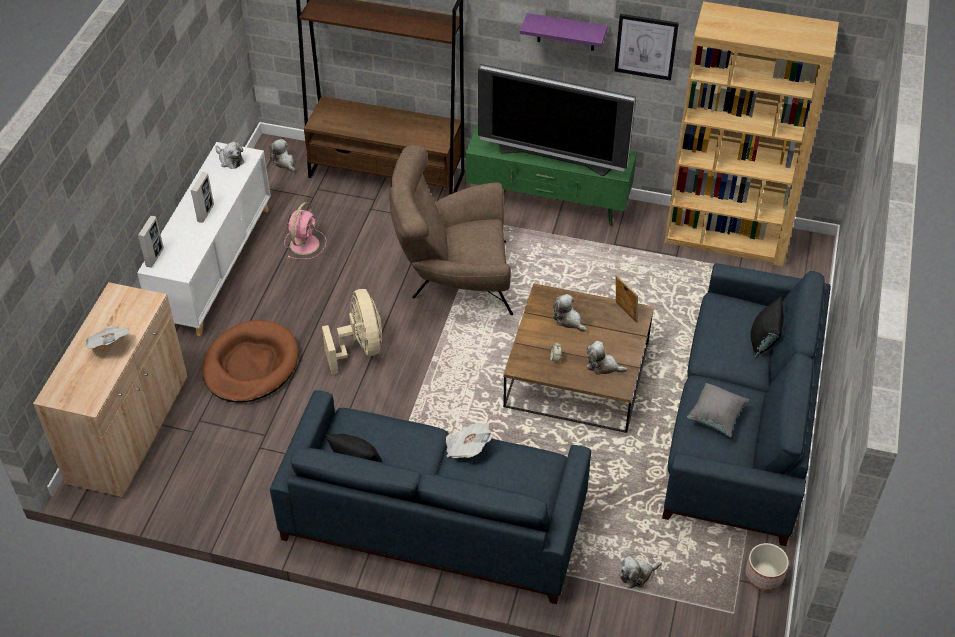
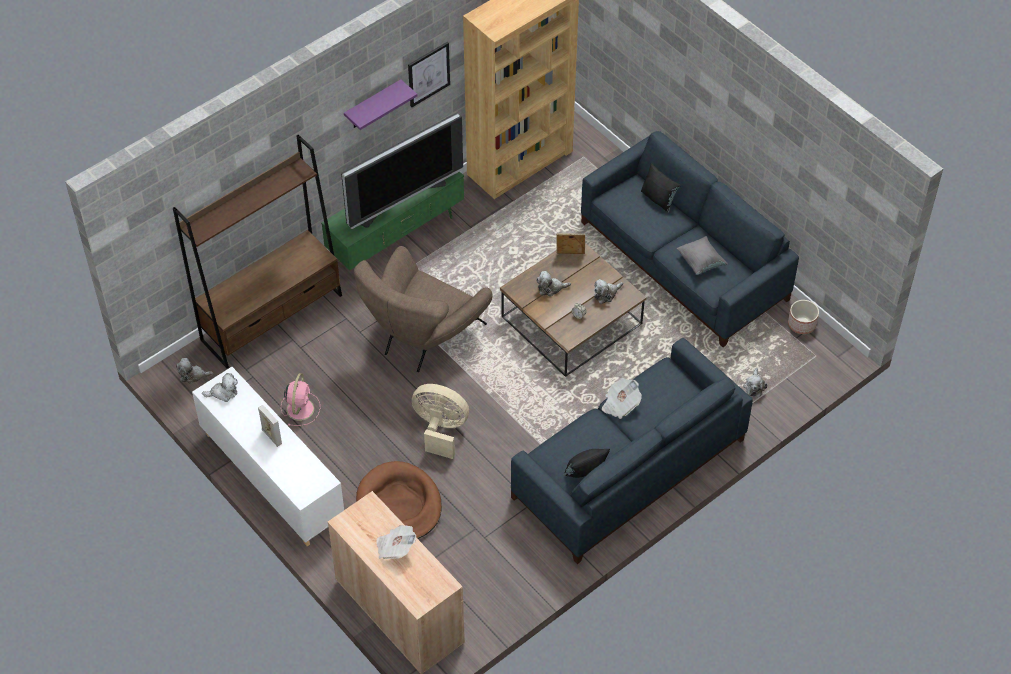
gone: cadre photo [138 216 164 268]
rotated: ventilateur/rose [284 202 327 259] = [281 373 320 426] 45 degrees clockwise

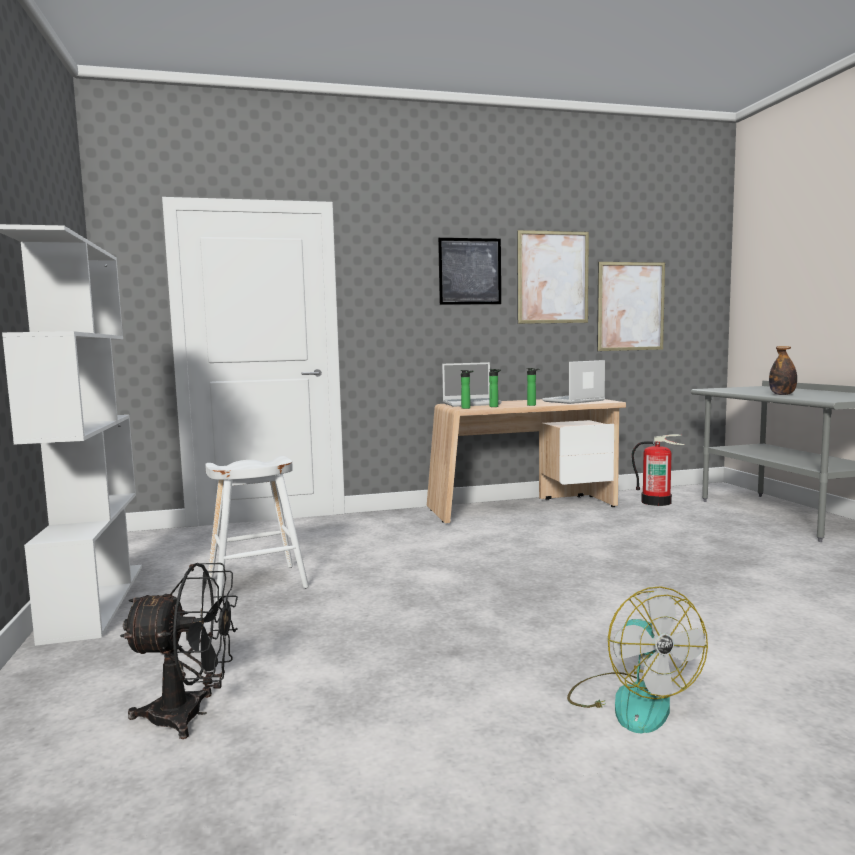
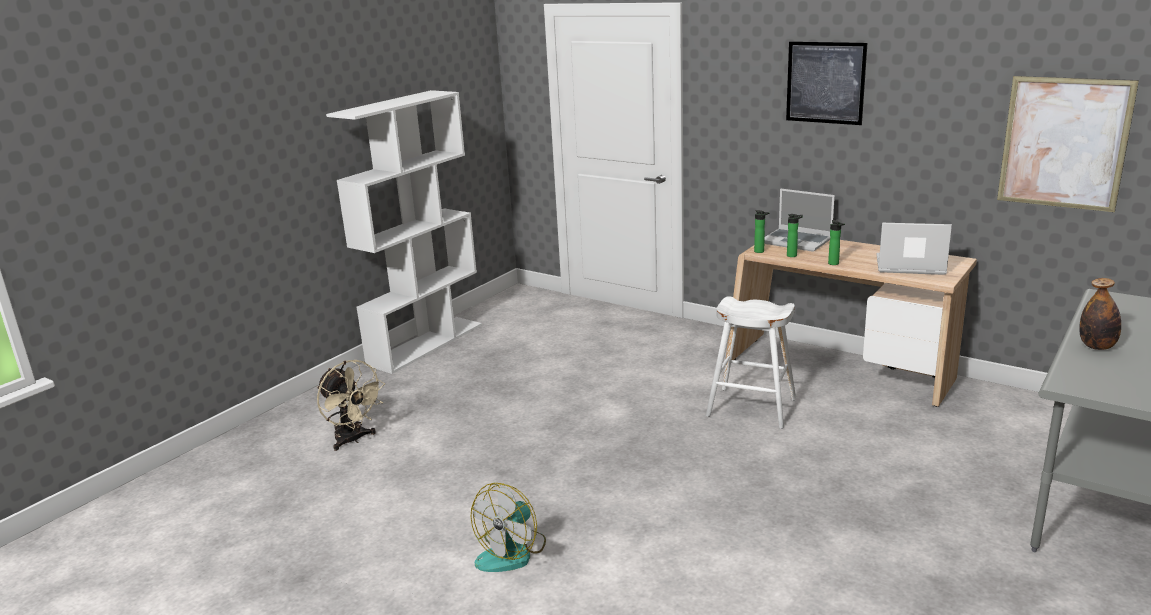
gone: tableau [517 230 589 324]; extincteur [631 434 685 506]
shifted: tabouret/blanc [205 456 309 603] to [706 296 796 429]
repainted: ventilateur/noir [120 563 238 739] to ventilateur/beige [317 360 385 451]

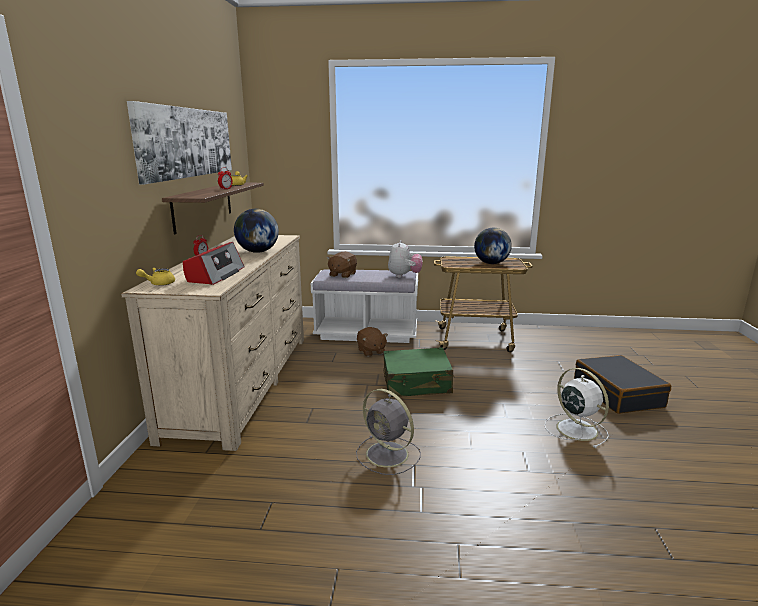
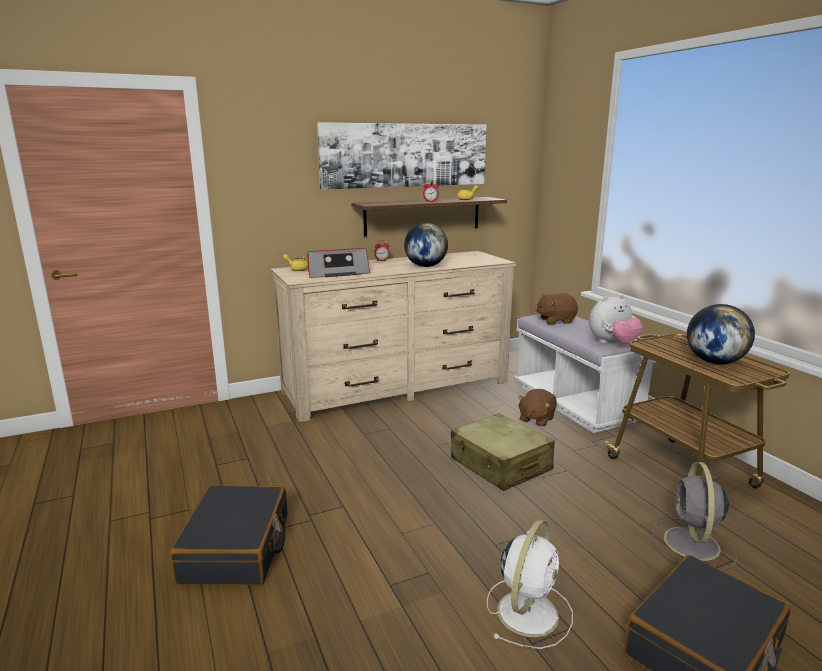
new: valise/noir [169 485 287 585]
shifted: ventilateur/gris [356 389 421 475] to [652 462 737 570]
repainted: valise/vert [383 347 454 397] to valise/beige [451 413 555 491]

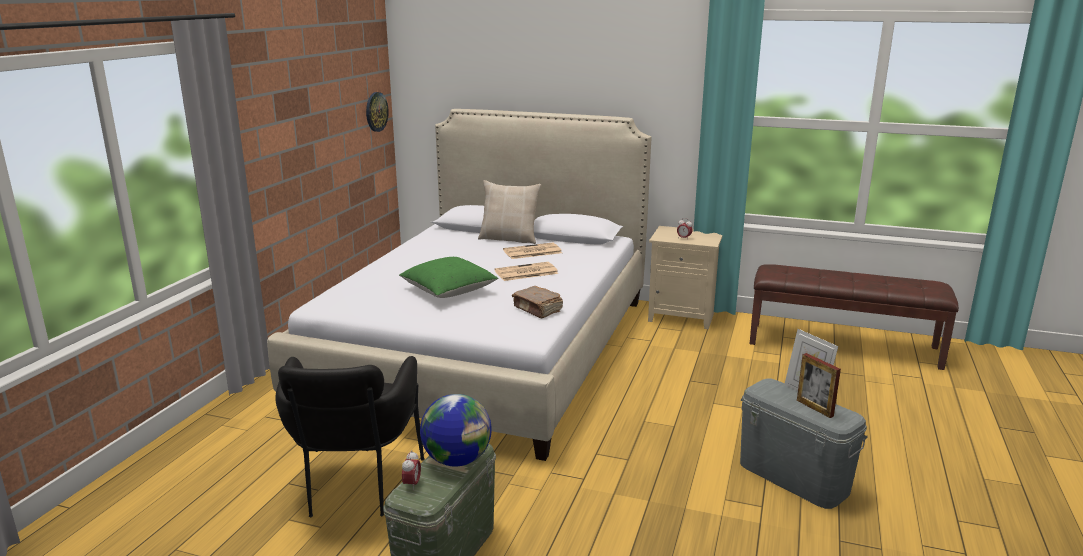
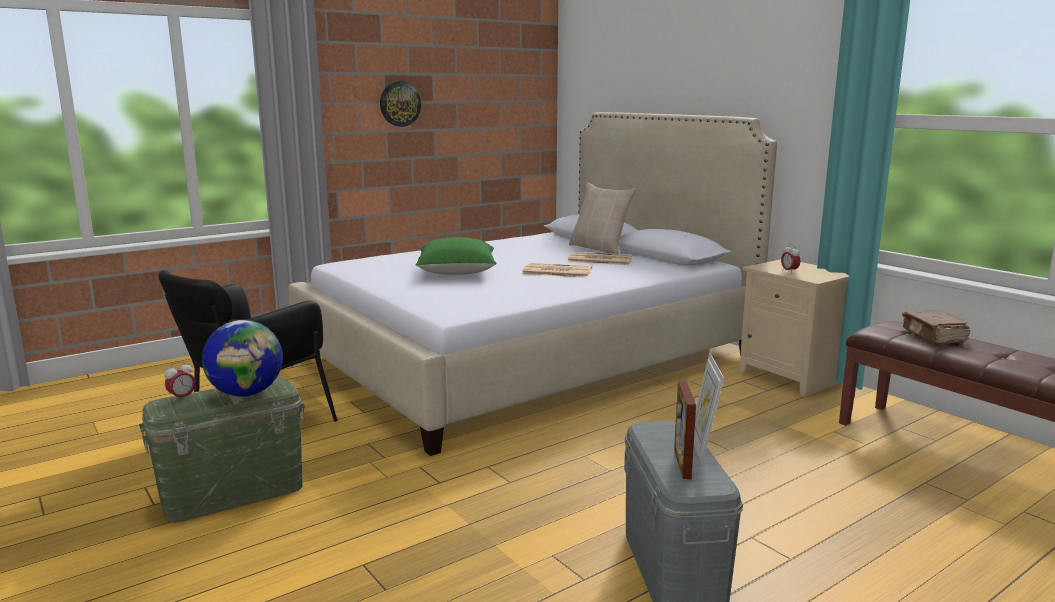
shifted: horloge murale [366 92 389 132] to [380 81 421 127]; livre/marron [512 286 563 318] to [902 310 970 345]

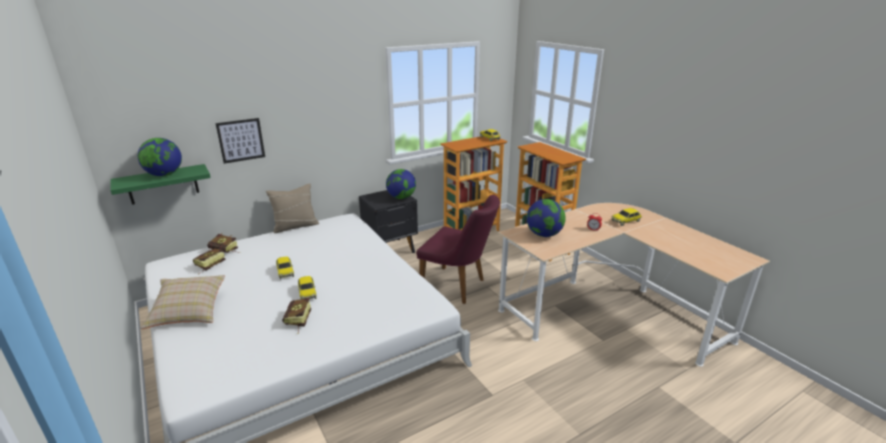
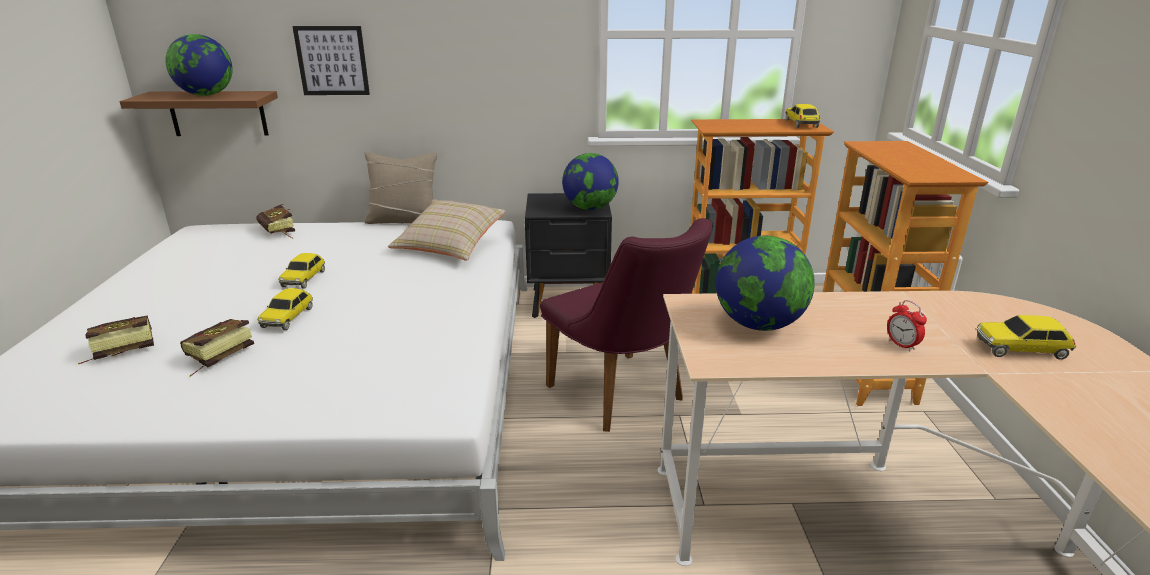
shifted: livre [193 249 226 275] to [78 315 154 365]; coussin/beige [140 275 225 329] to [388 200 505 261]
repainted: étagère/vert [111 164 211 205] to étagère/marron [119 91 278 136]

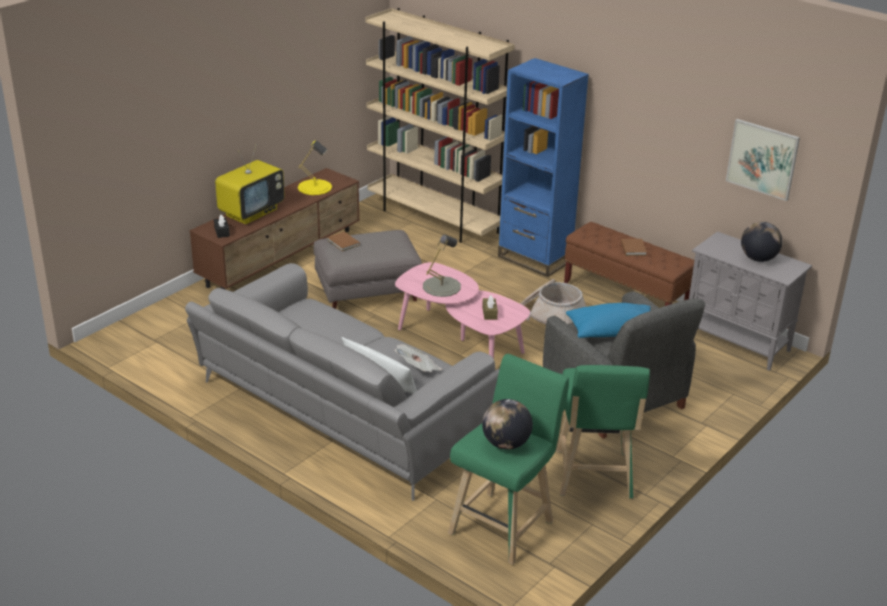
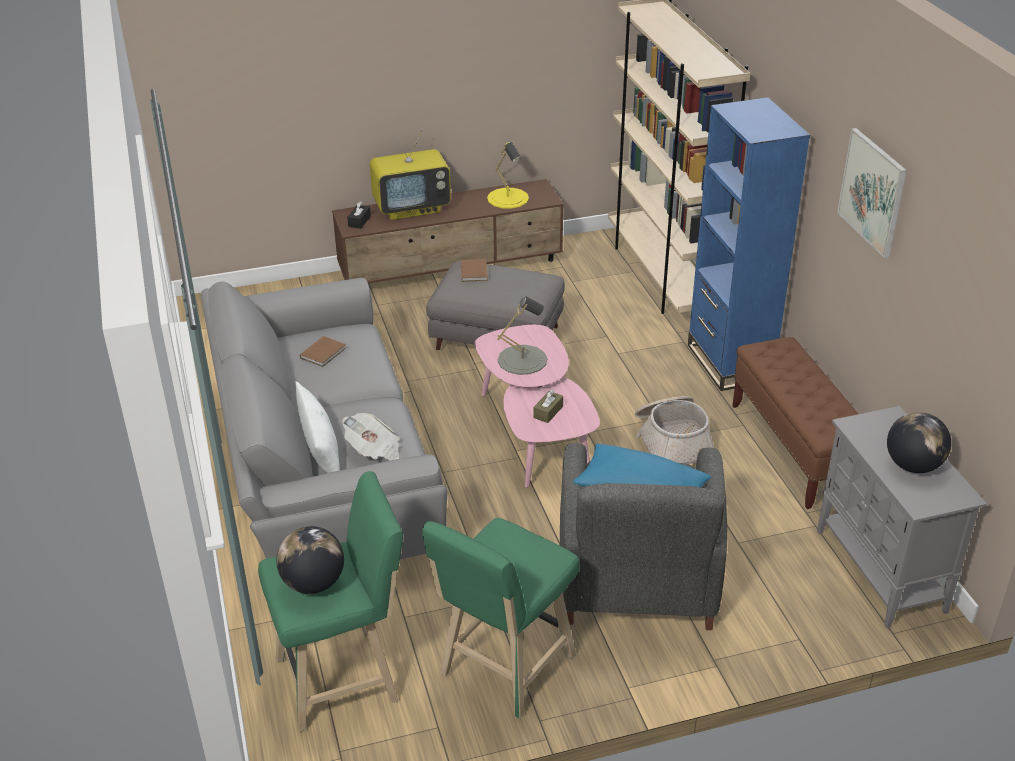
shifted: livre/marron [621 239 647 255] to [300 336 346 367]; tableau [726 119 800 201] to [837 128 907 258]

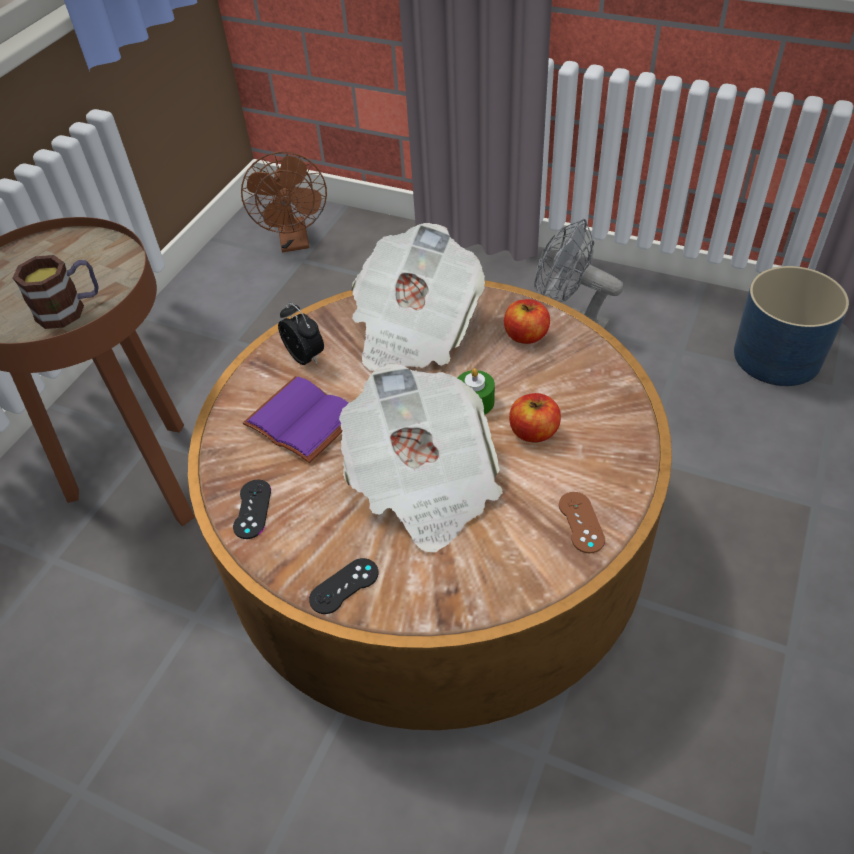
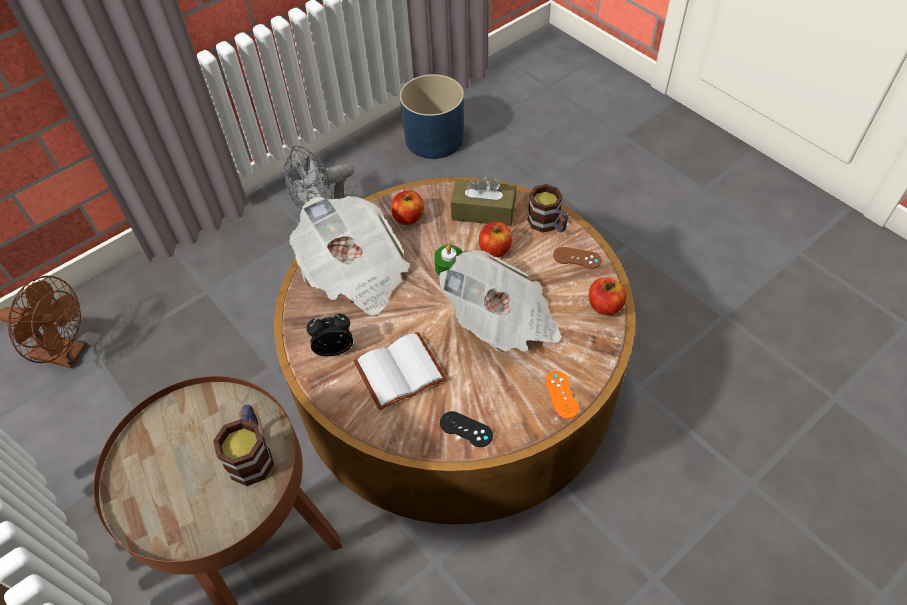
new: boîte à mouchoirs/marron [451 176 516 226]; mug [527 184 568 233]; pomme [589 278 626 315]
repainted: livre/violet [243 376 348 463] to livre/blanc [354 332 447 410]; manette/noir [309 558 378 614] to manette/orange [545 371 579 419]

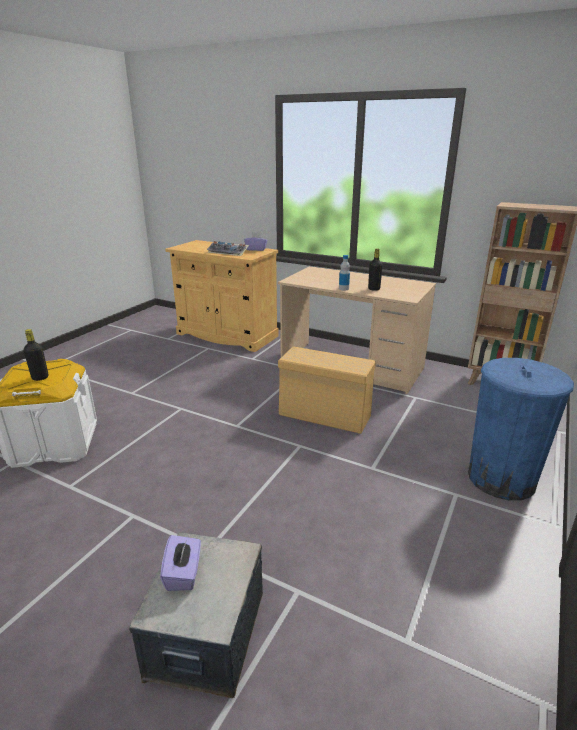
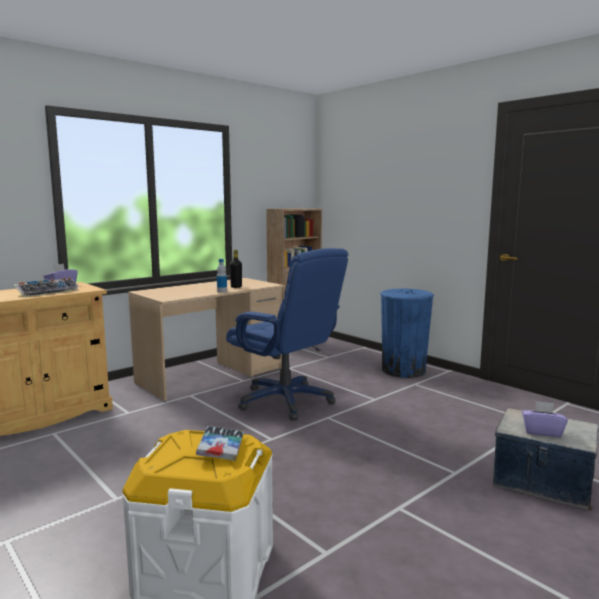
swapped: bouteille/noir [24 329 48 381] to livre [196 426 244 461]; boîte de rangement/beige [278 346 376 434] to chaise de bureau/bleu [226 248 348 420]

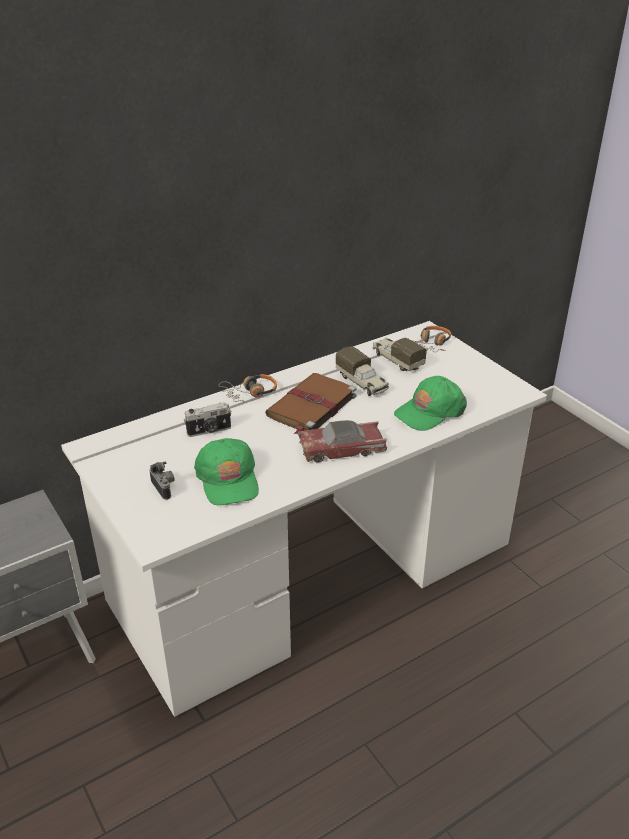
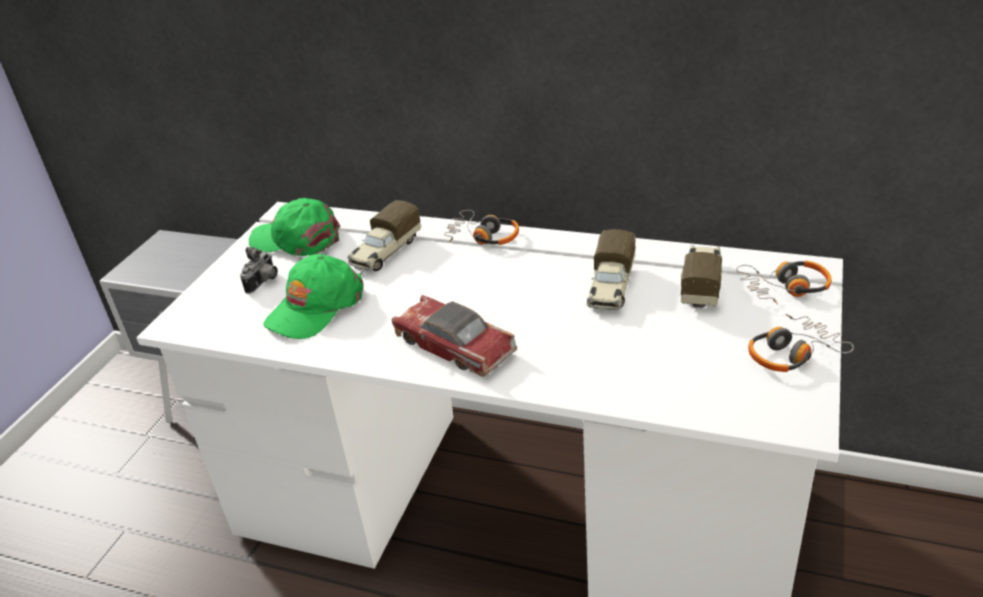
gone: livre/marron [265 373 357 434]
new: casque audio [748 314 854 372]
shifted: casquette/vert [394 376 467 431] to [249 198 340 256]
swapped: appareil photo [184 402 232 437] to camion jouet [347 200 421 271]

